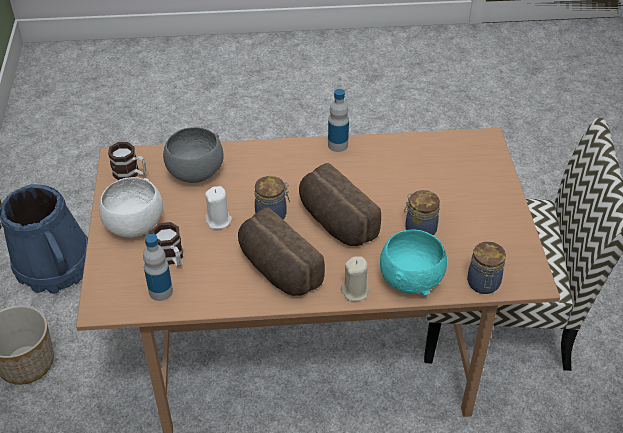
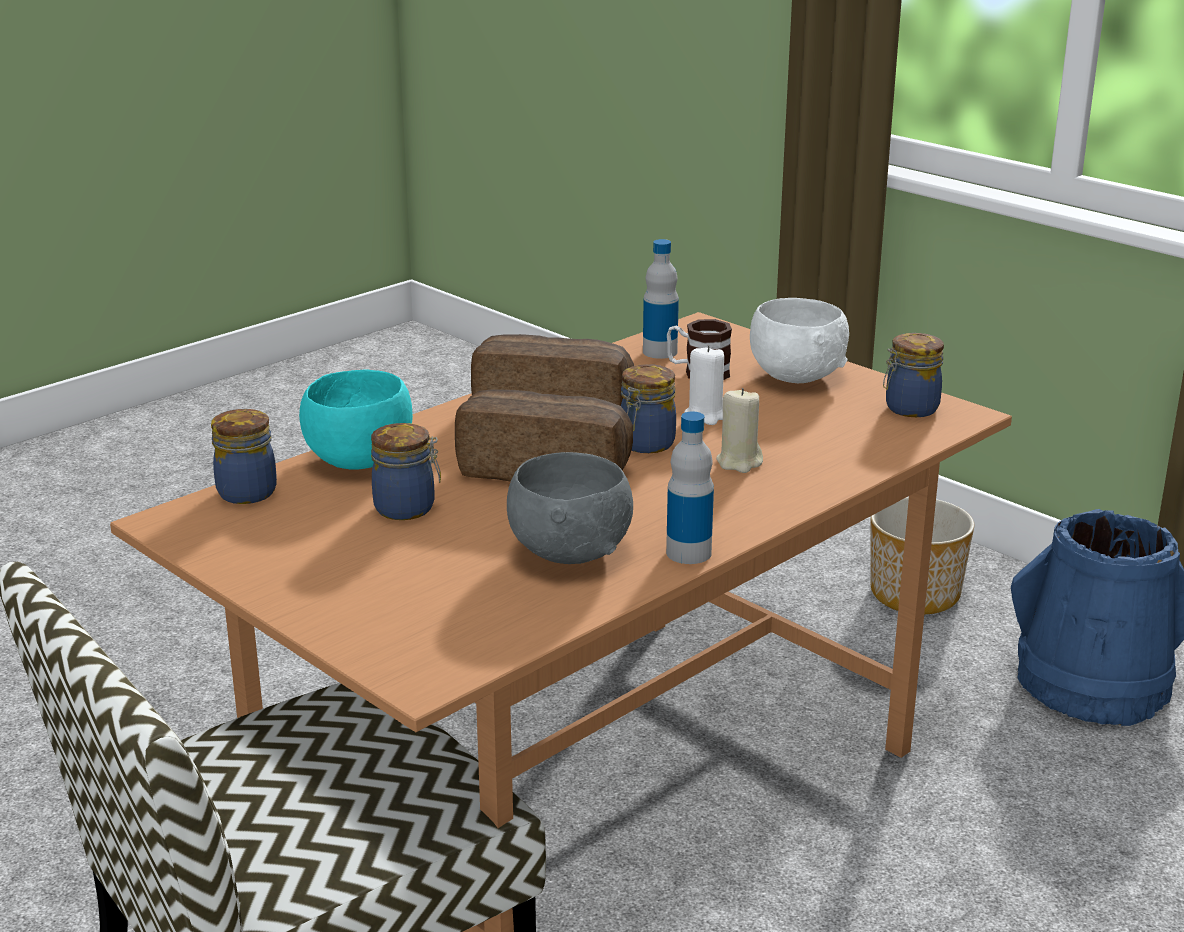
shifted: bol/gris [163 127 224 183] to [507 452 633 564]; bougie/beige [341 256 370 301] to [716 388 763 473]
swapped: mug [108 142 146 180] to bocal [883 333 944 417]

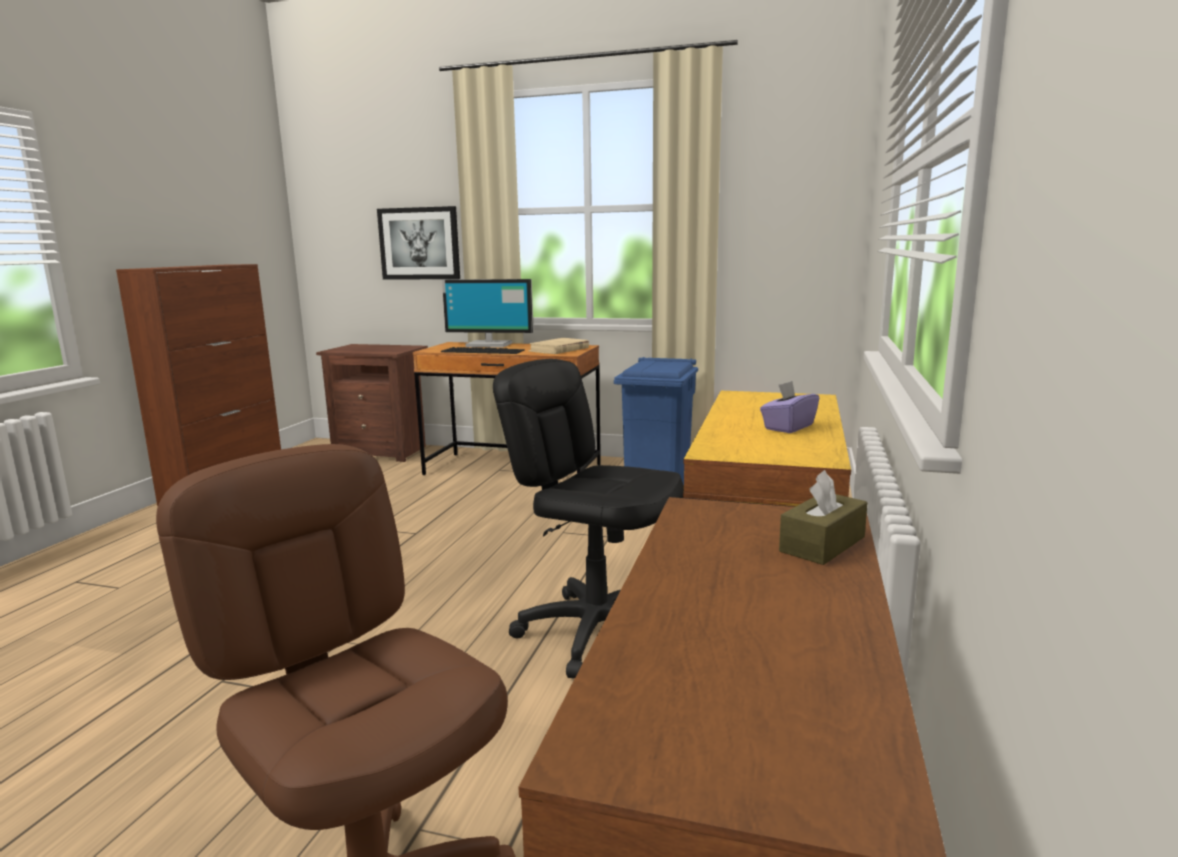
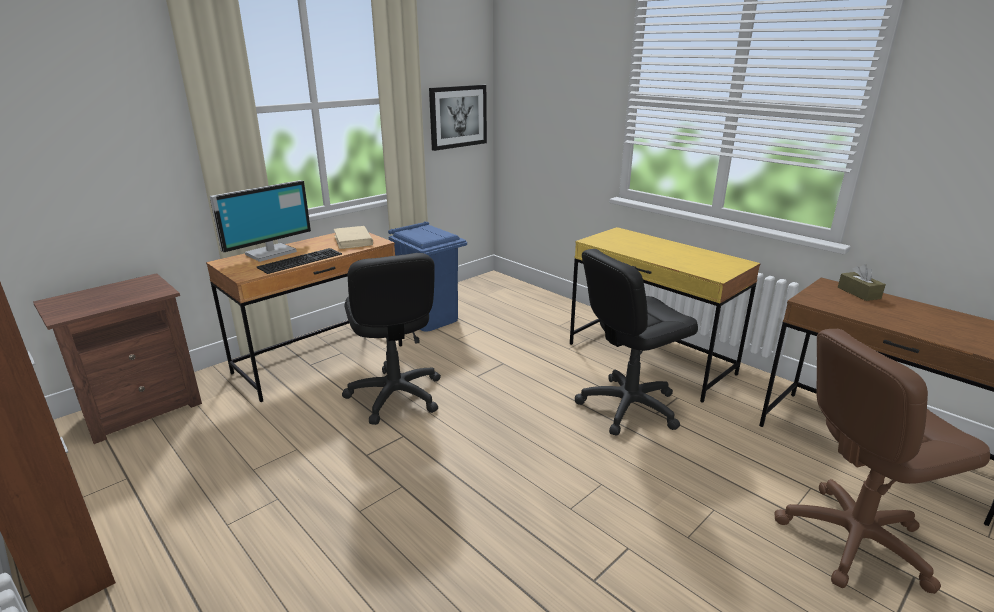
gone: boîte à mouchoirs/violet [760 381 819 433]
new: chaise de bureau/noir [342 253 441 425]
shifted: tableau [377 206 460 280] to [429 85 487 151]

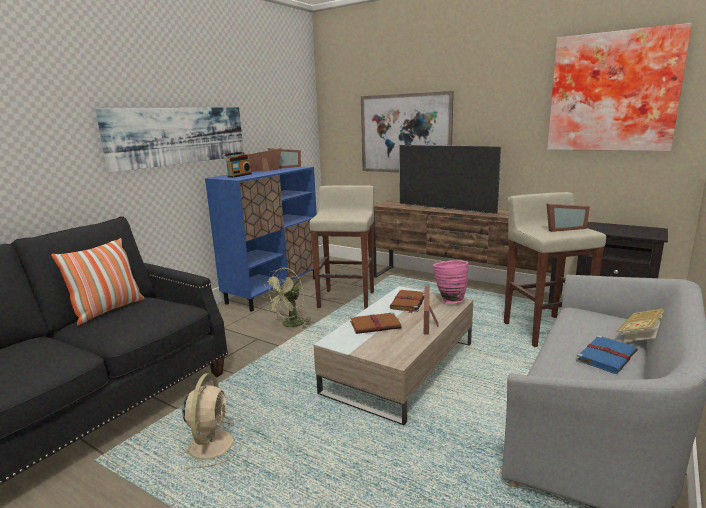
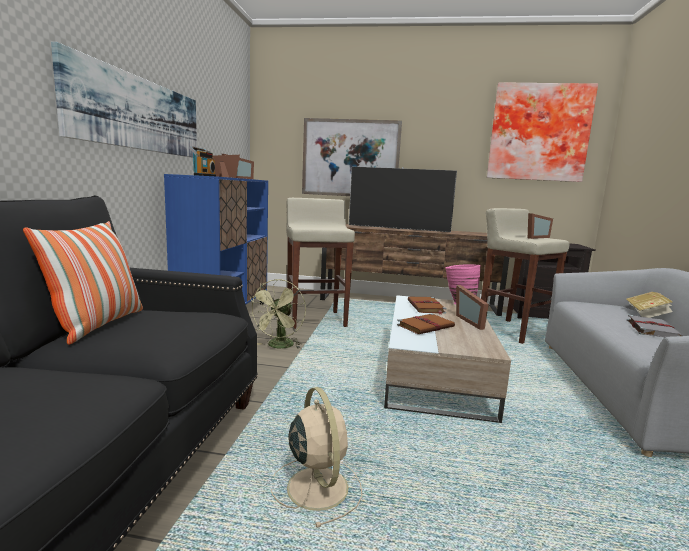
repainted: livre/bleu [576 335 638 374] to livre/gris [627 315 683 337]

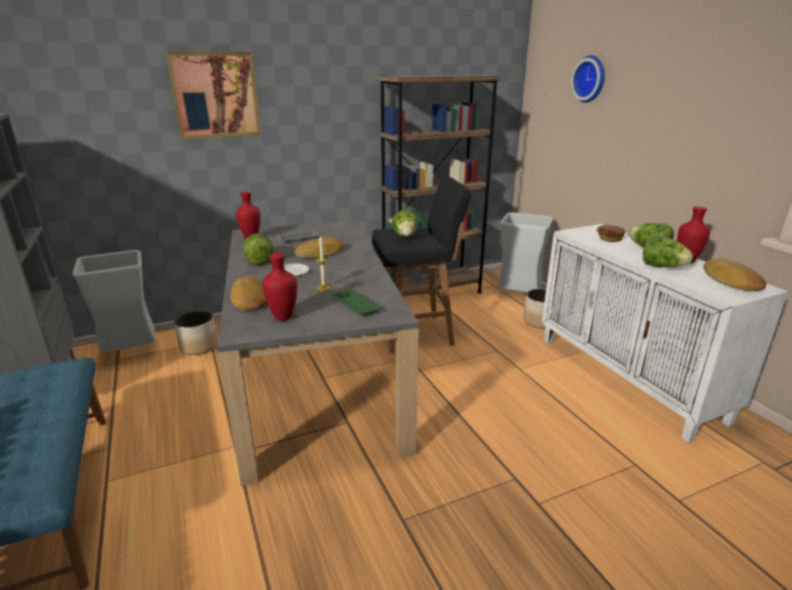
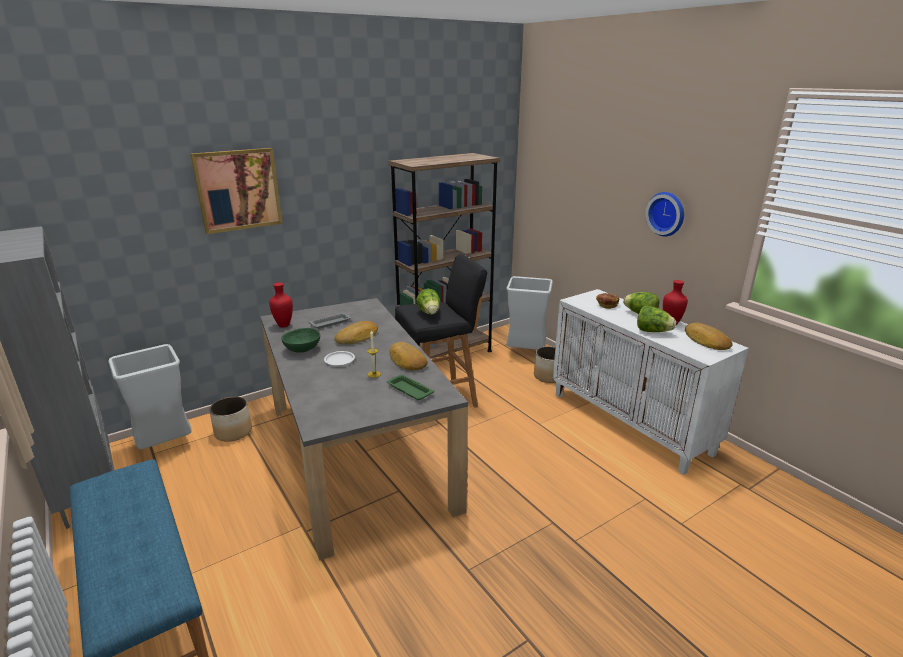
gone: vase/rouge [262 253 297 321]
shifted: pain [231 276 267 311] to [389 341 428 371]; horloge murale [571 55 605 103] to [645 192 684 236]
swapped: laitue [243 234 274 265] to bol/vert [281 328 320 353]

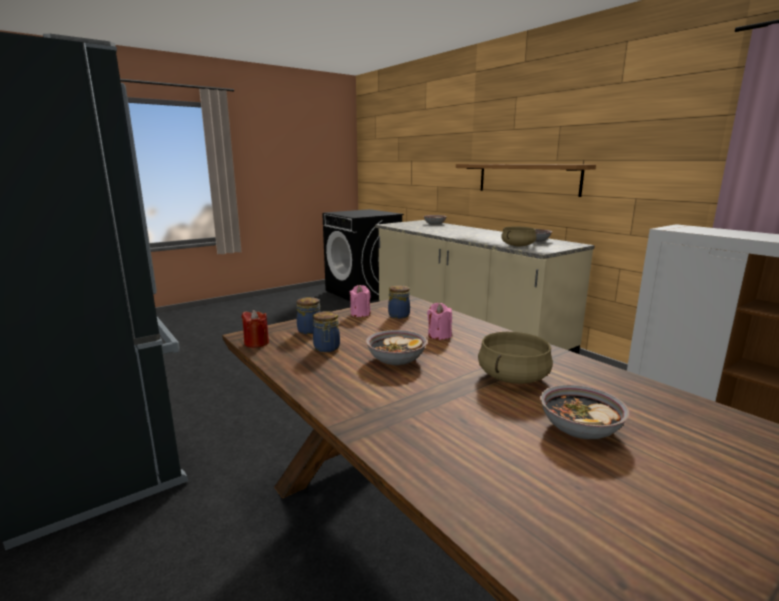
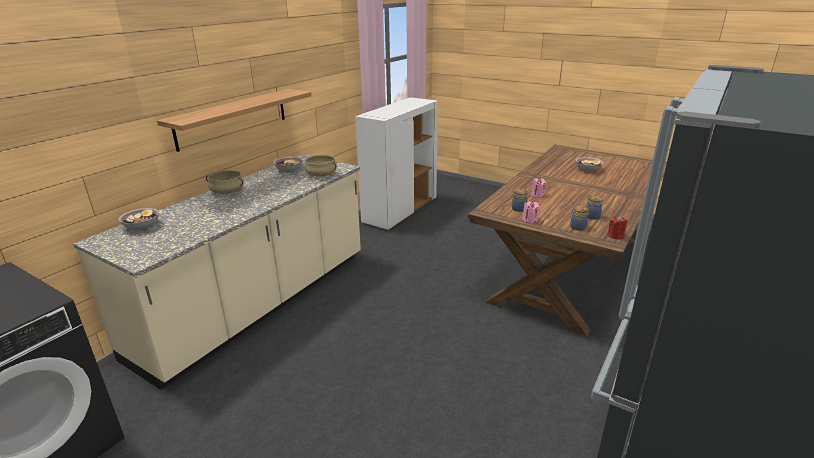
gone: bol [366 330 427 365]
shifted: marmite/beige [478 332 553 384] to [206 170 244 194]

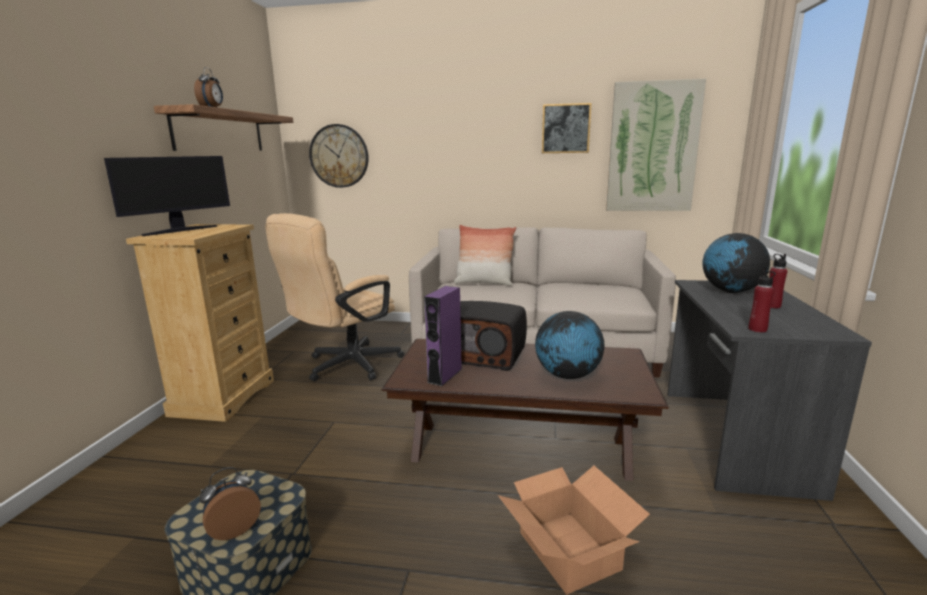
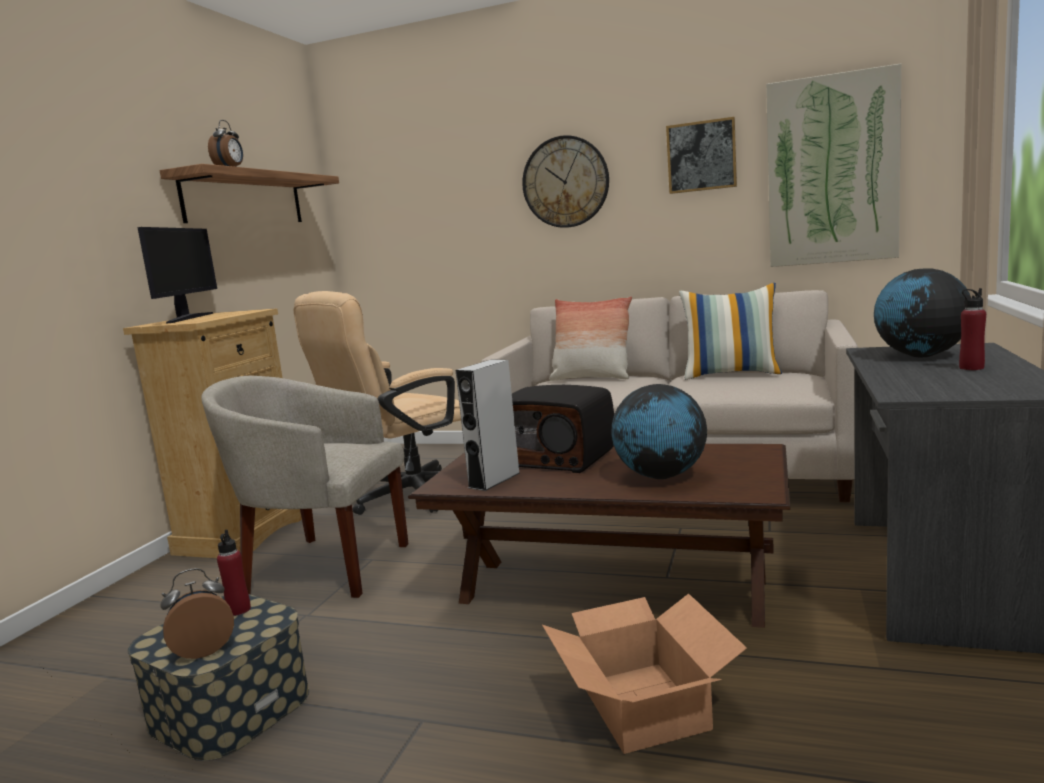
new: fauteuil/beige [201 376 408 598]; coussin [679 283 782 380]
shifted: bouteille/rouge [748 269 776 333] to [217 530 251 616]; horloge murale [309 124 369 188] to [522 135 609 228]
repainted: enceinte/violet [424 286 462 386] to enceinte/gris [456 359 519 491]
rotated: écran d'ordinateur [104 156 230 236] = [137 227 217 324] 45 degrees counterclockwise

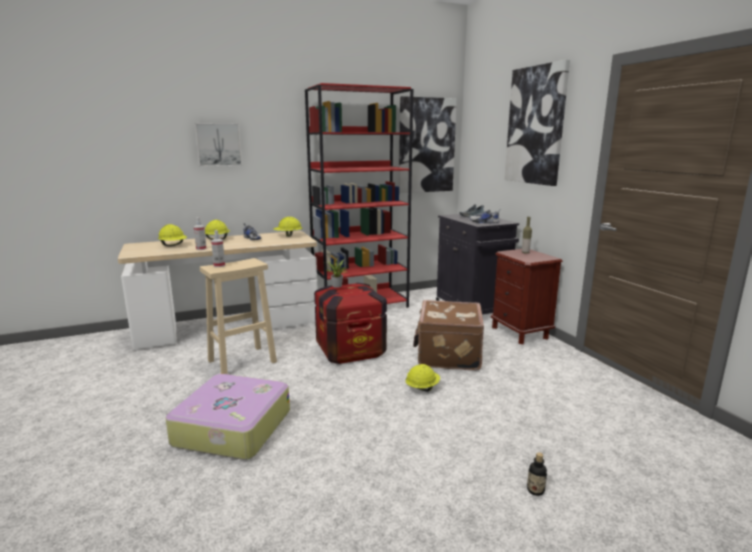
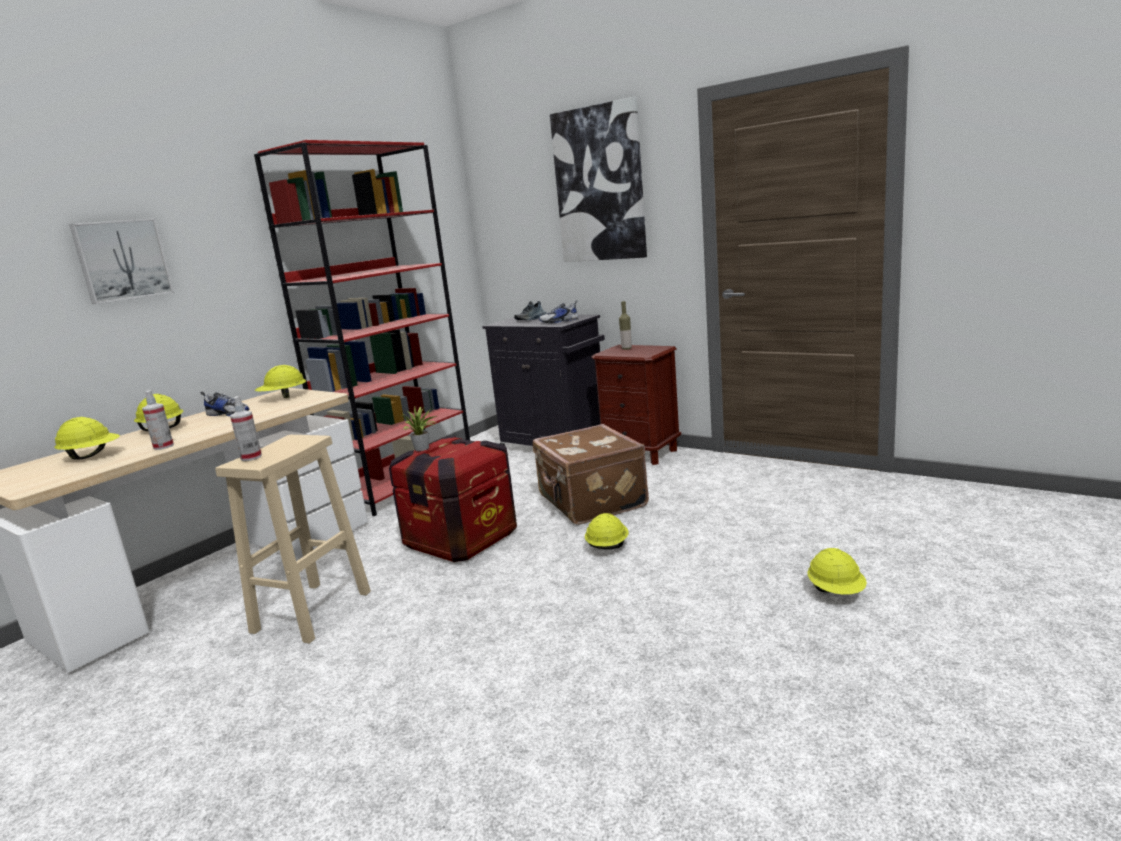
gone: valise [166 374 290 460]; tableau [399 96 457 193]
swapped: bouteille [527 452 547 496] to casque de chantier/jaune [807 548 867 595]

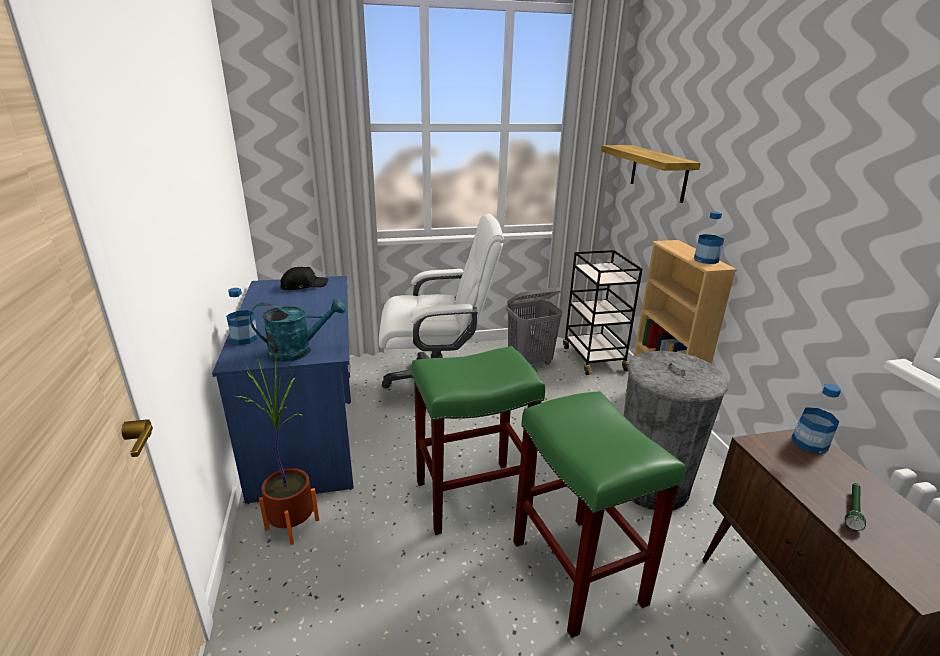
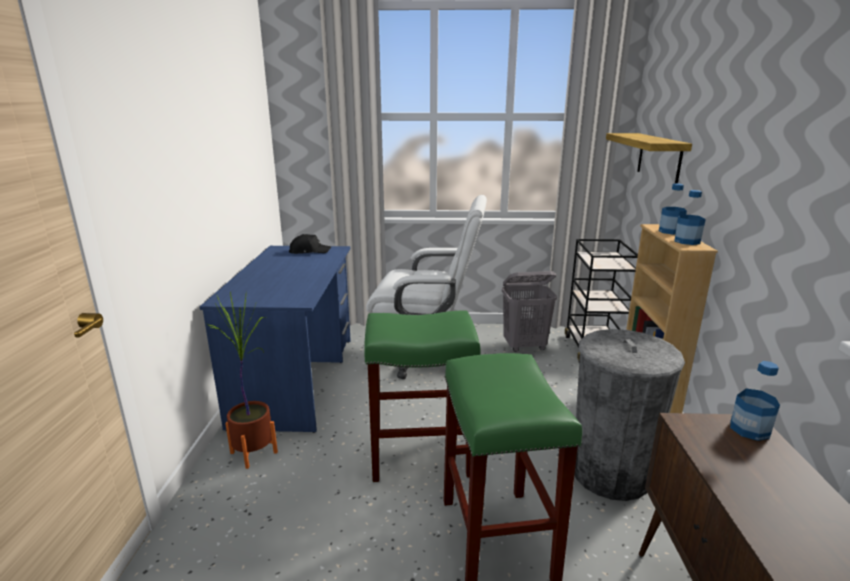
gone: arrosoir/turquoise [250 298 346 362]; lampe de poche/vert [845 483 866 531]
shifted: bouteille [226 288 258 345] to [659 183 687 235]

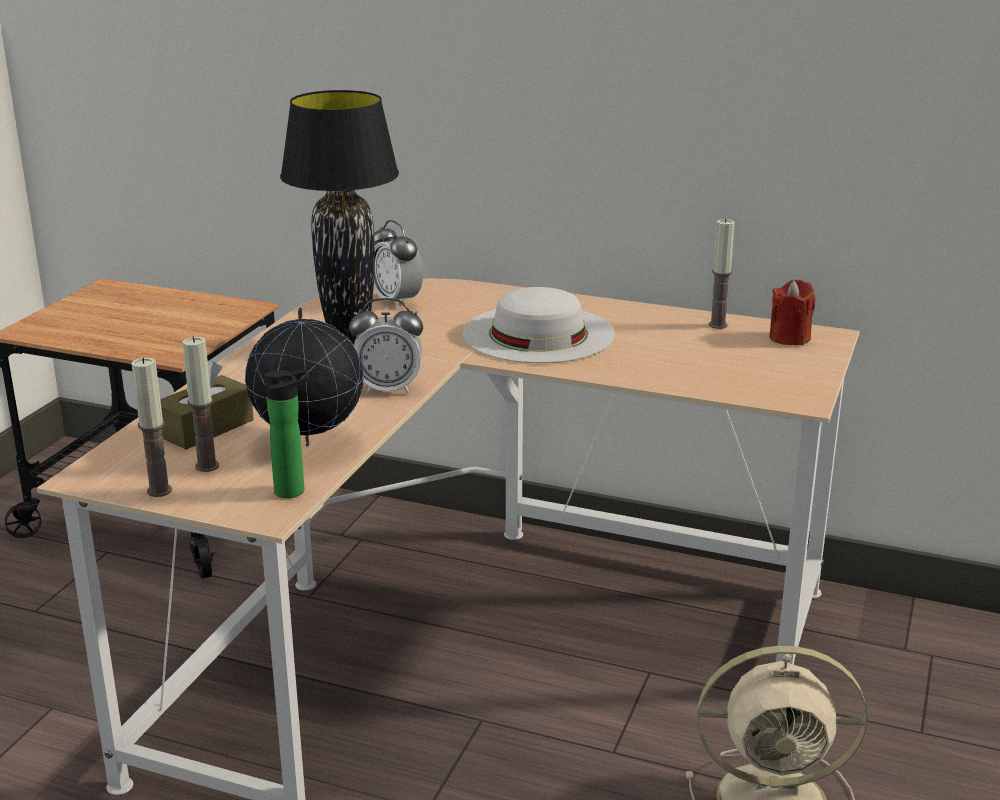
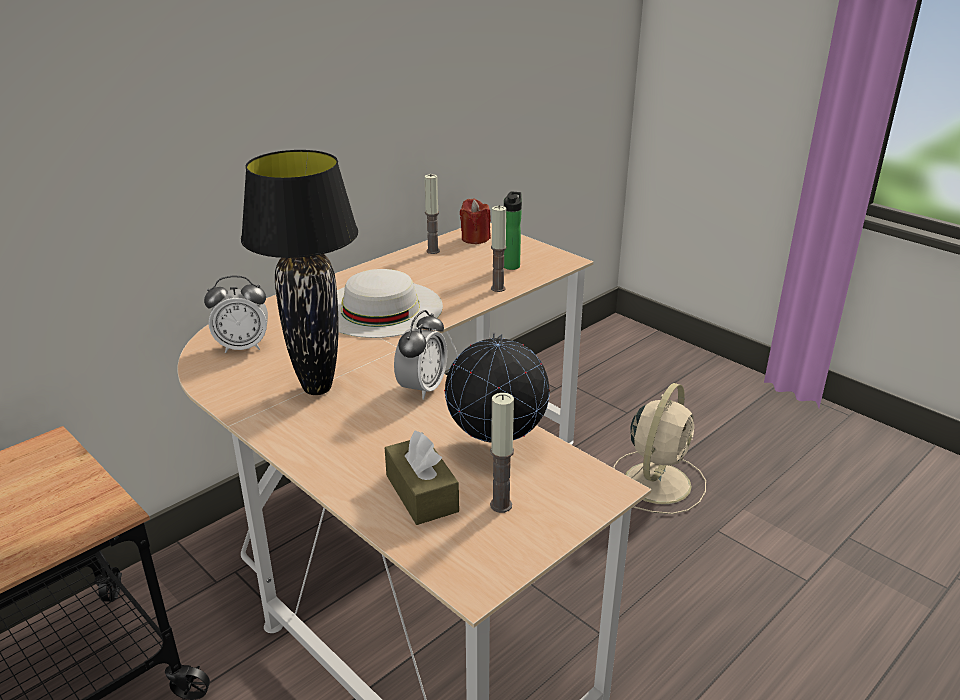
shifted: bougie [132 358 172 497] to [491 205 507 292]; bouteille [263 369 309 498] to [504 192 522 270]

